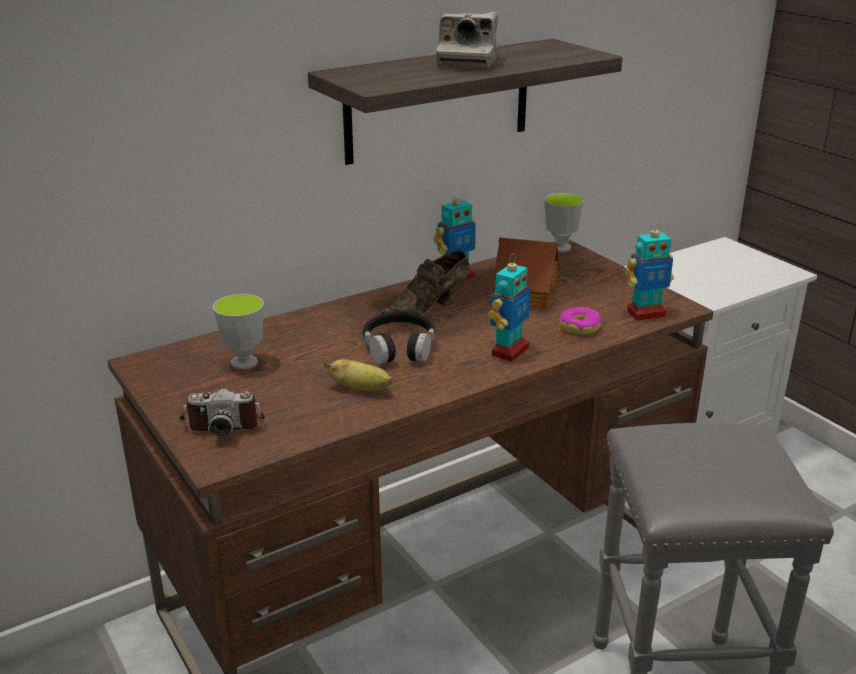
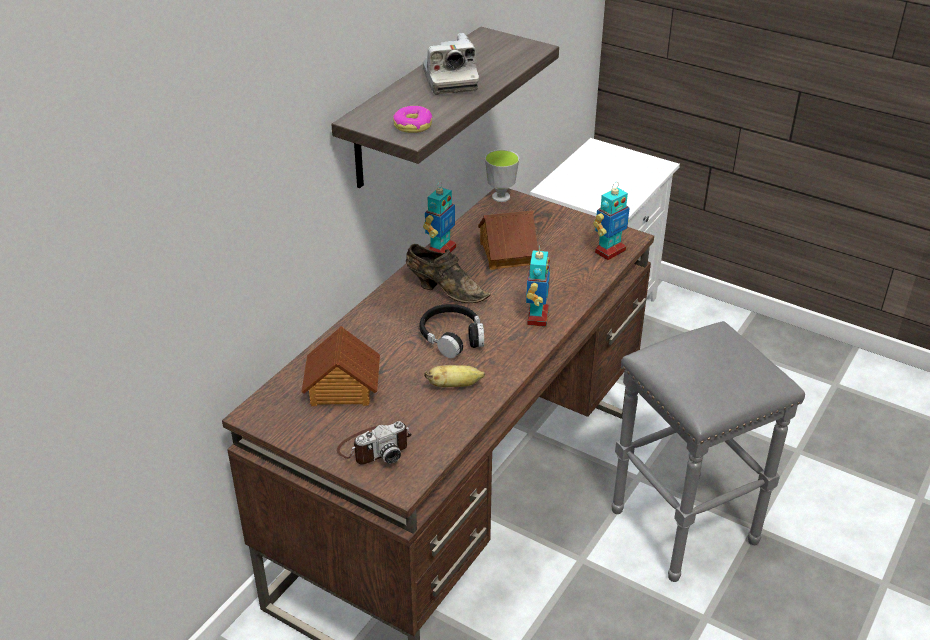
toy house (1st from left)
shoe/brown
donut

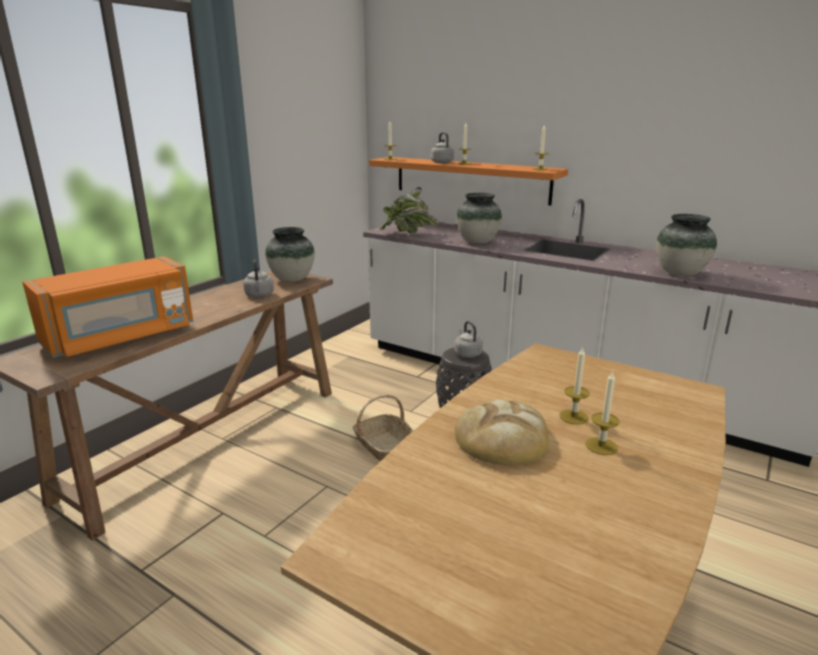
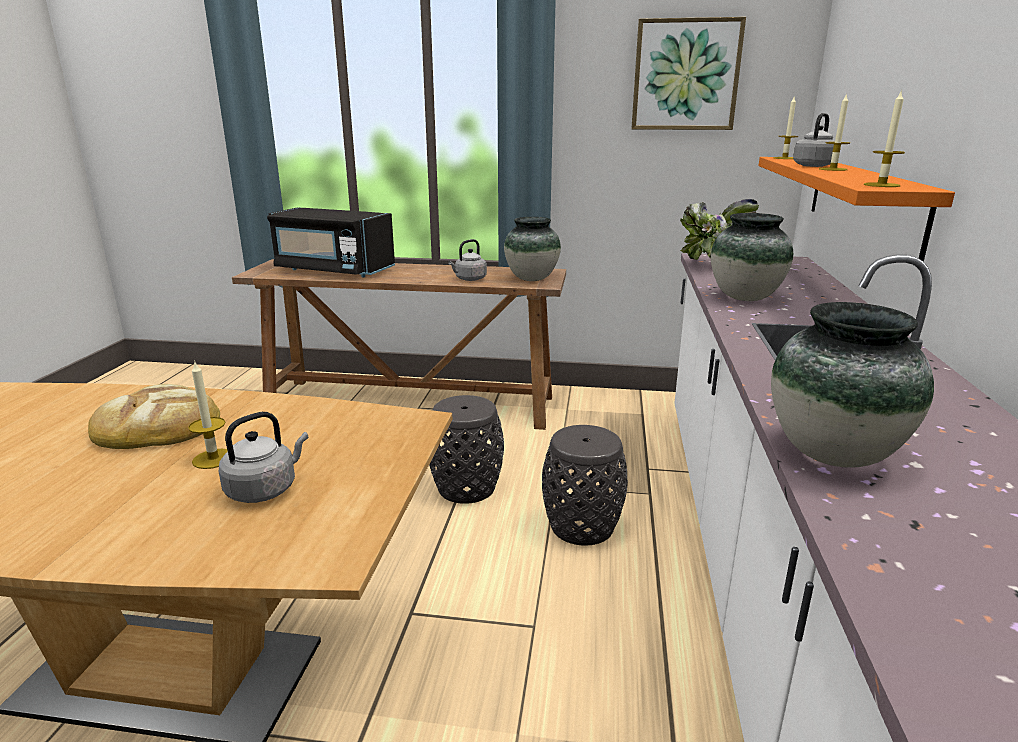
microwave/black
stool/grey (1st from left)
kettle/grey (1st from left)
candle (5th from left in the first image)
picture

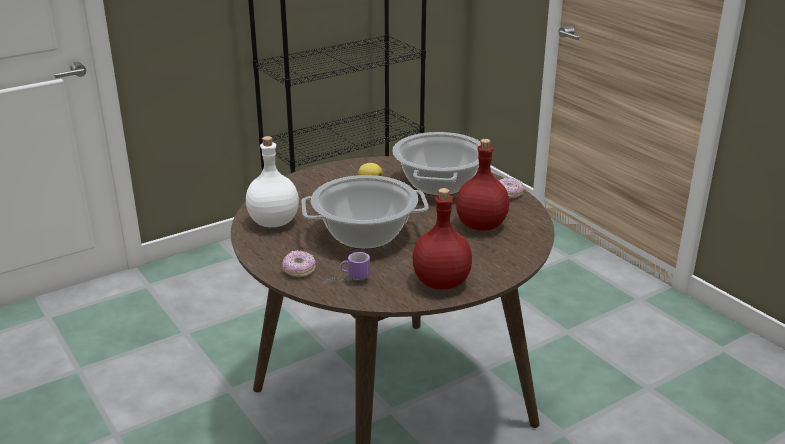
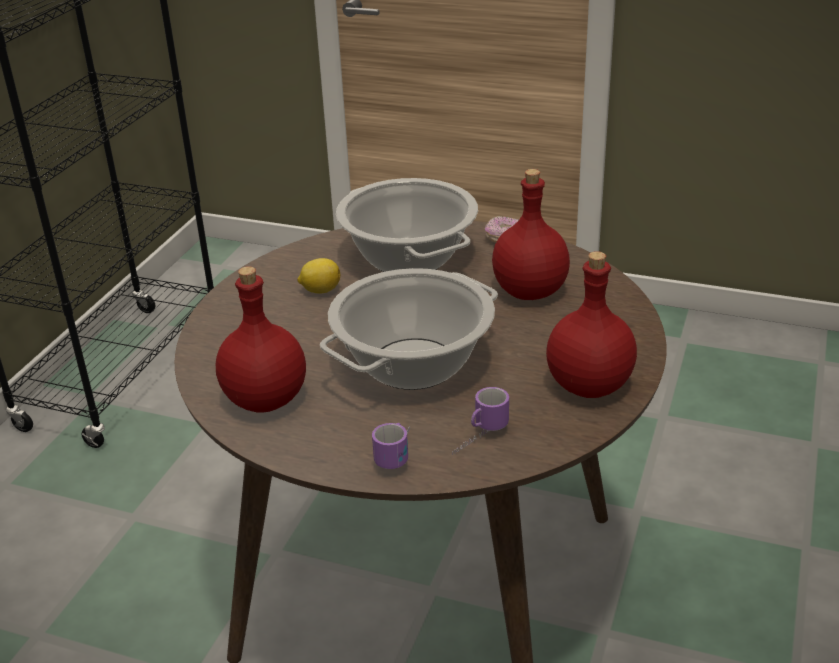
bottle/red (1st from left)
mug (1st from left)

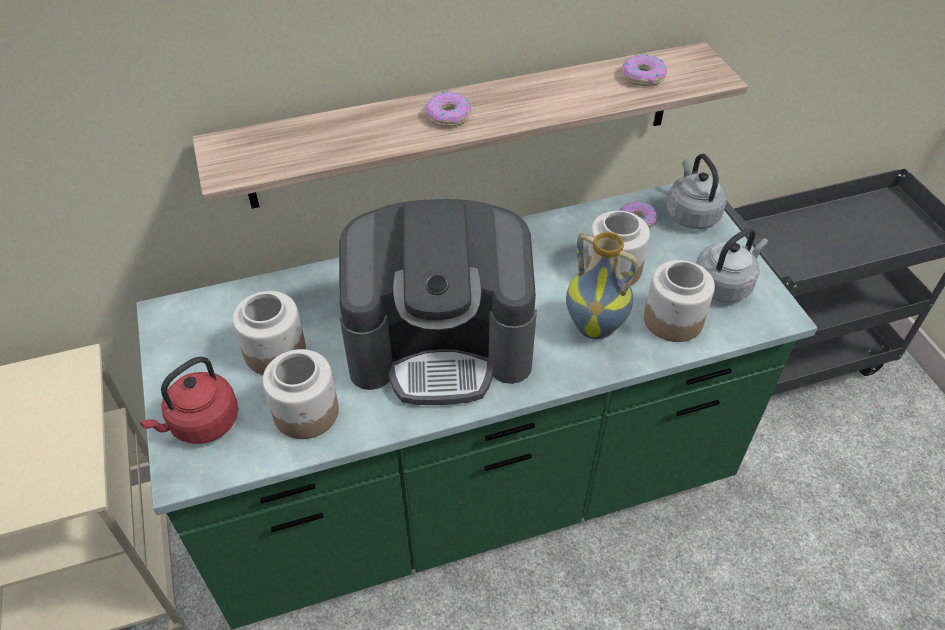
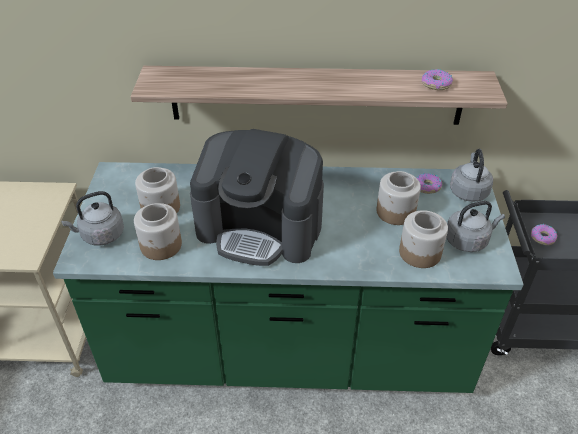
kettle/grey (1st from left)
donut (3rd from left)
vase

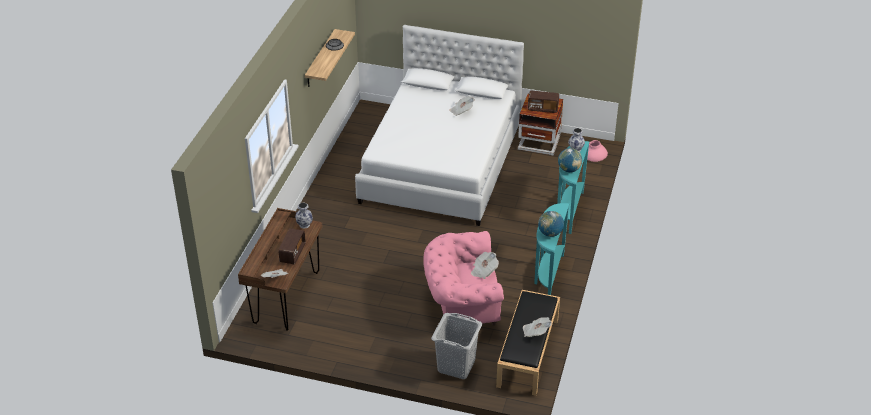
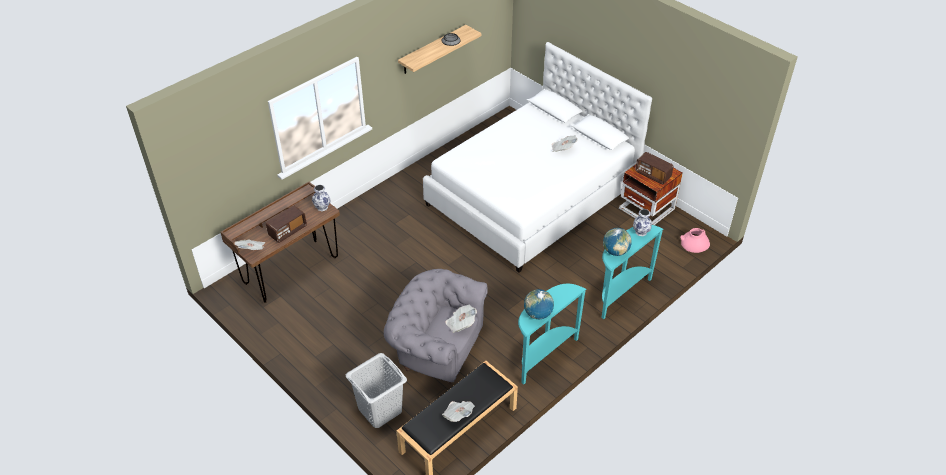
armchair/grey

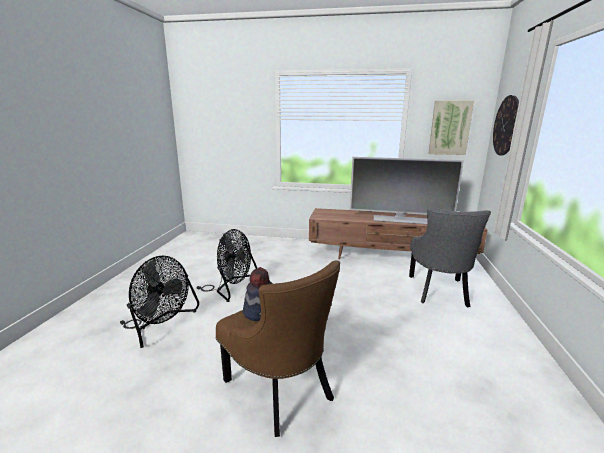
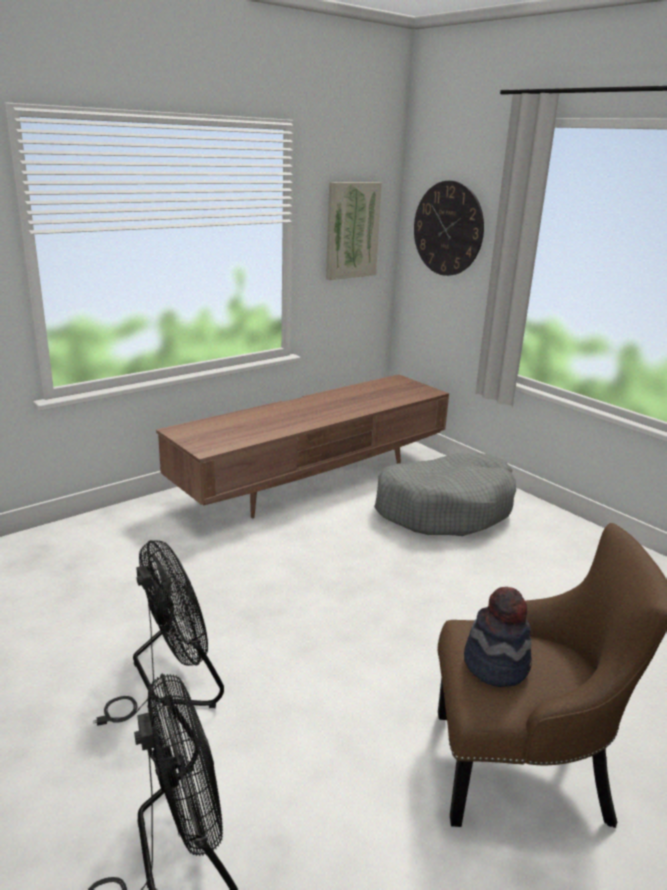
television
dog bed/grey

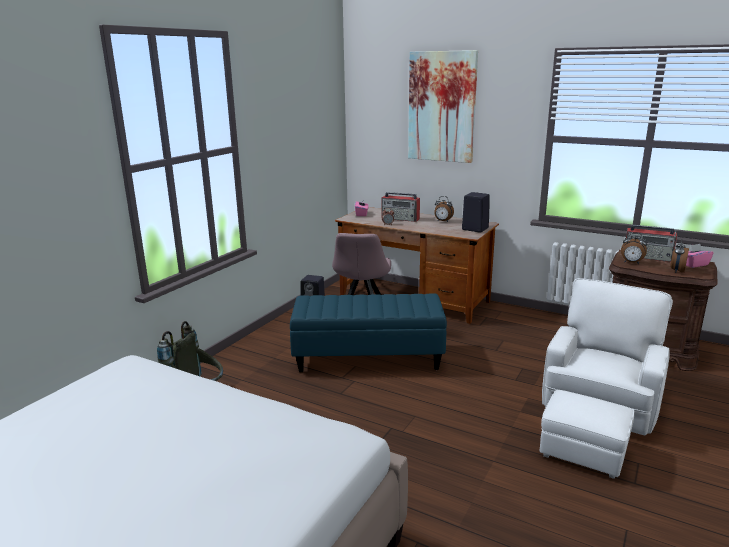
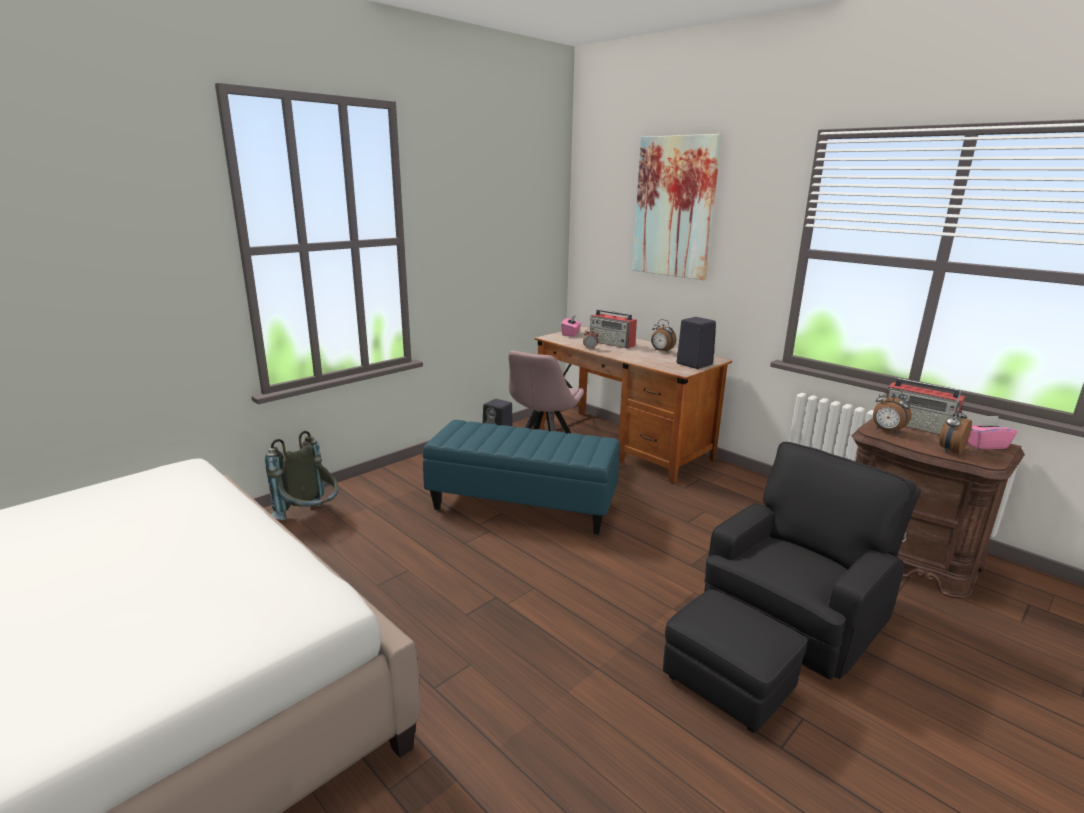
armchair/black

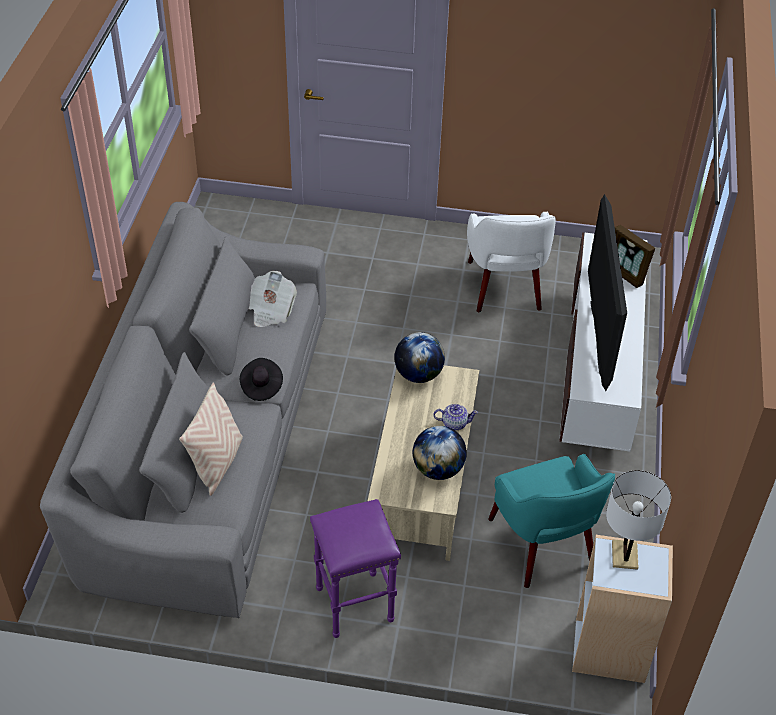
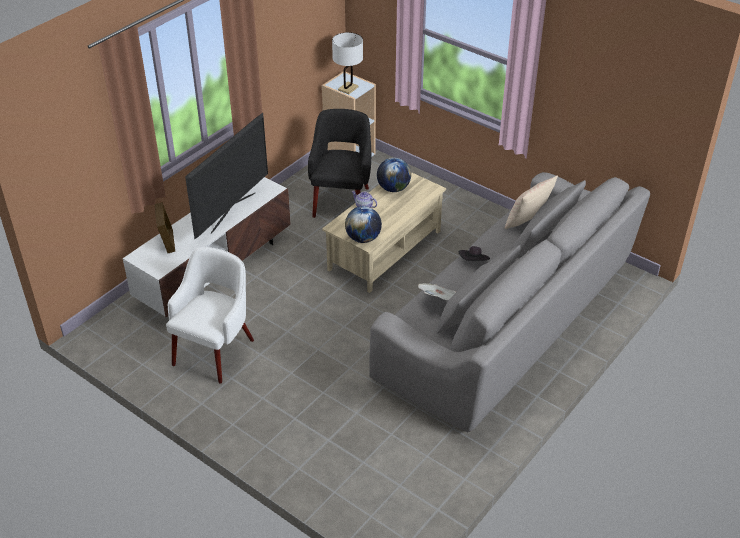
stool/purple
armchair/black

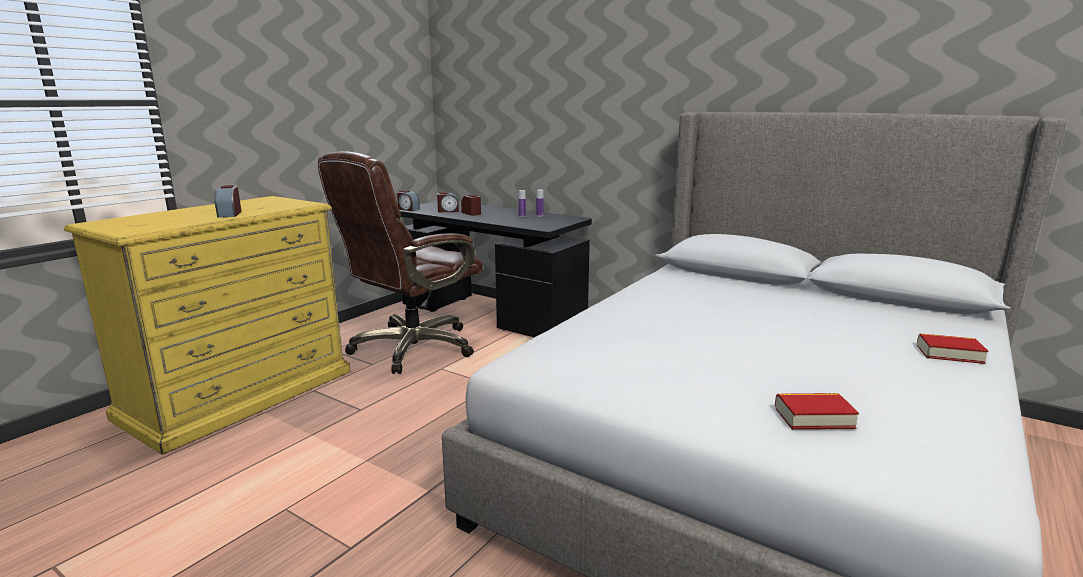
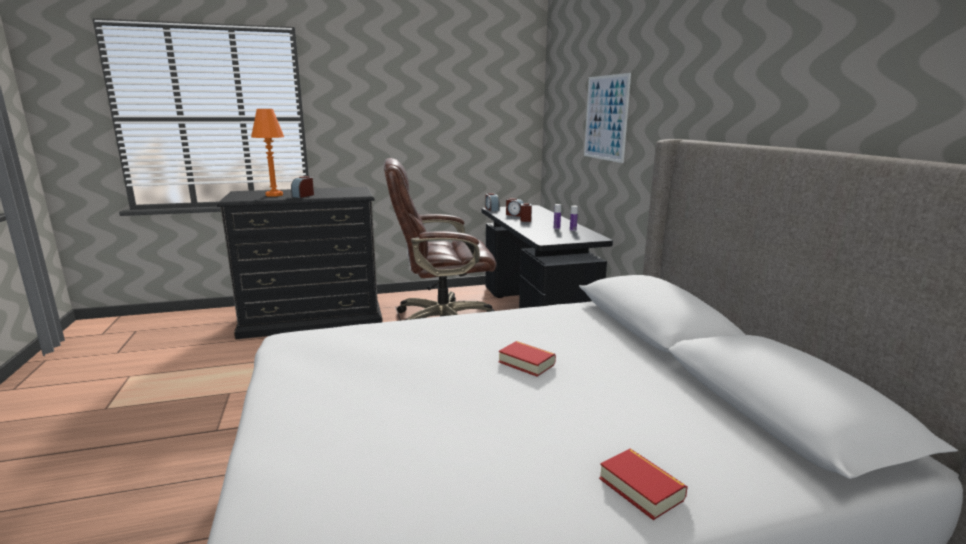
dresser/black
book (1st from left)
table lamp/orange
picture

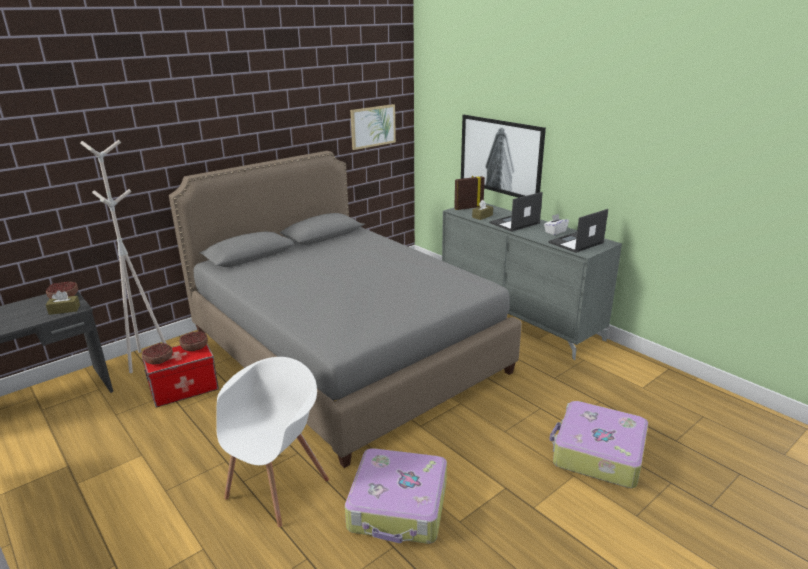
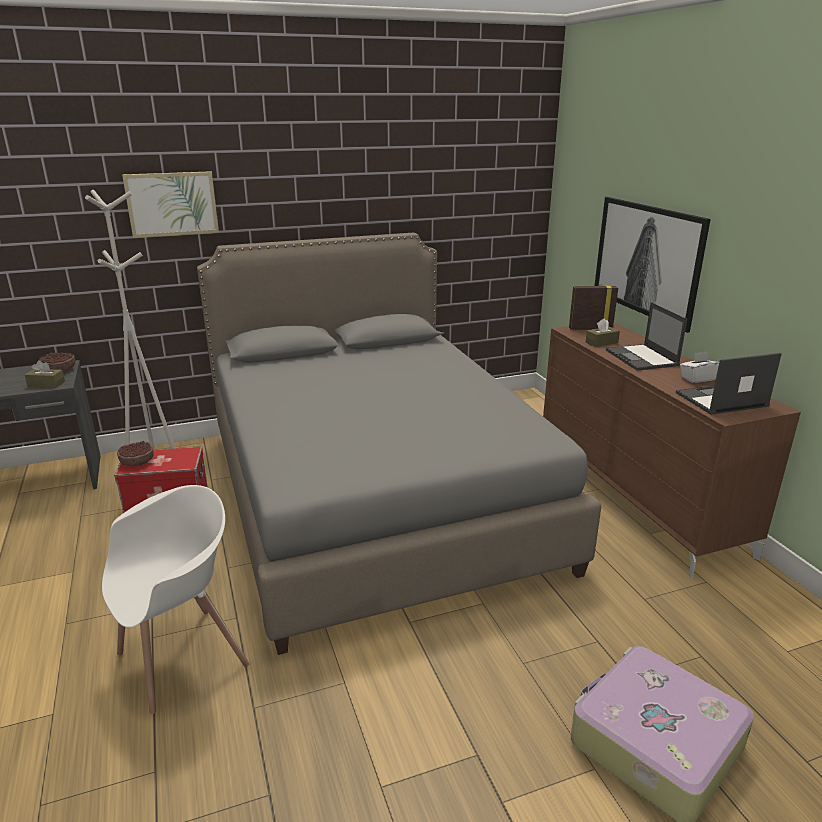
bowl (3rd from left in the first image)
suitcase (1st from left in the first image)
picture (1st from left)
dresser/brown
laptop (1st from left)

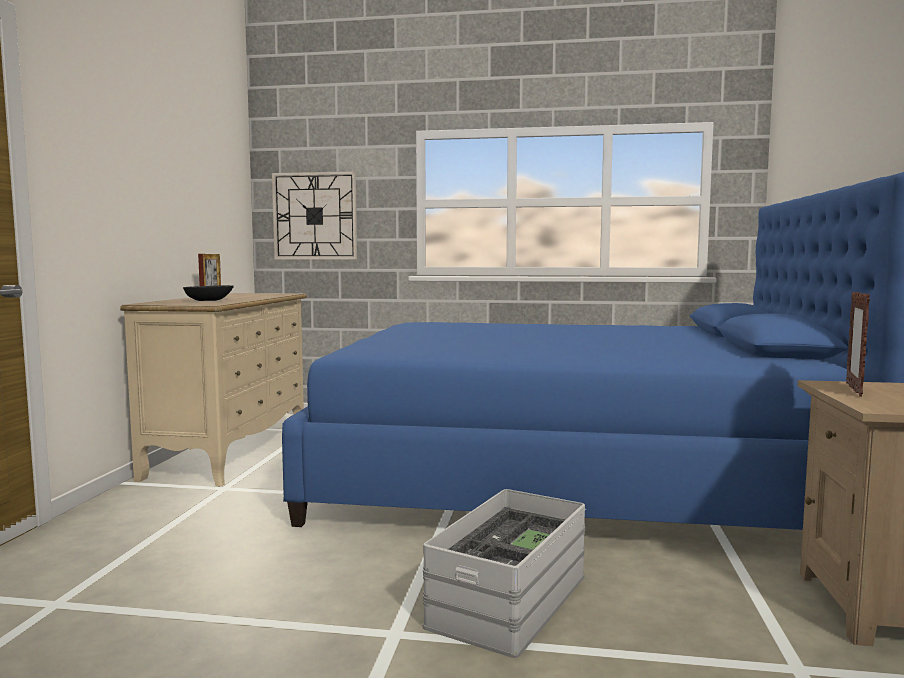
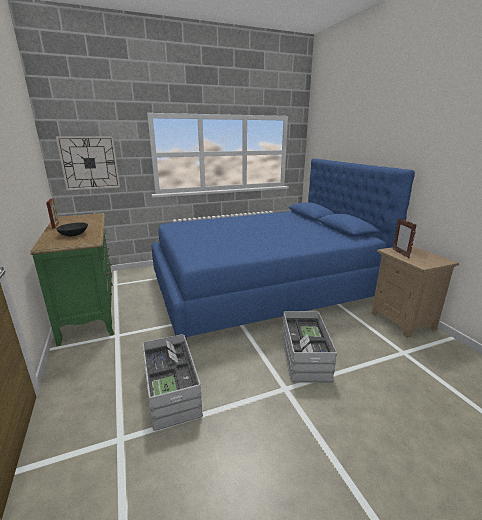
dresser/green
storage box/grey (1st from left)

